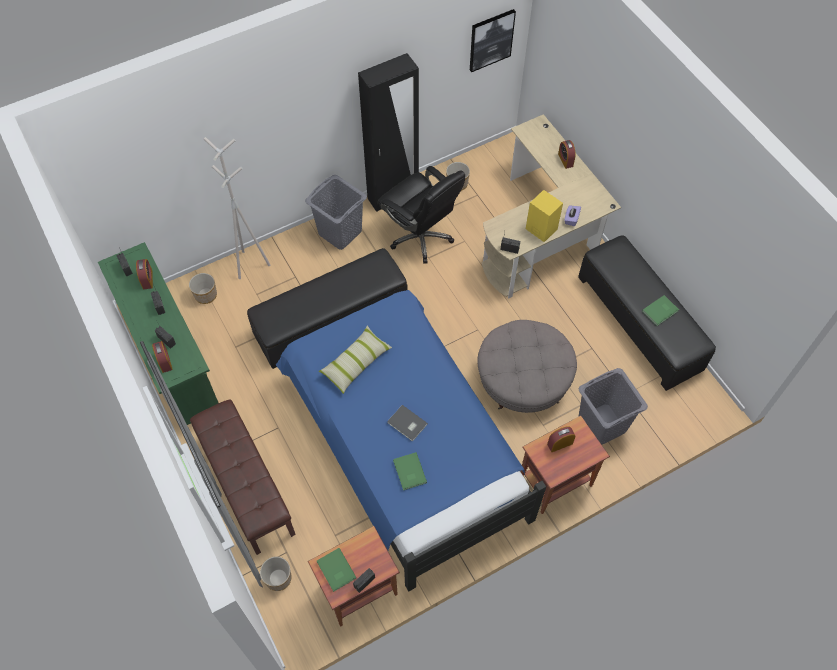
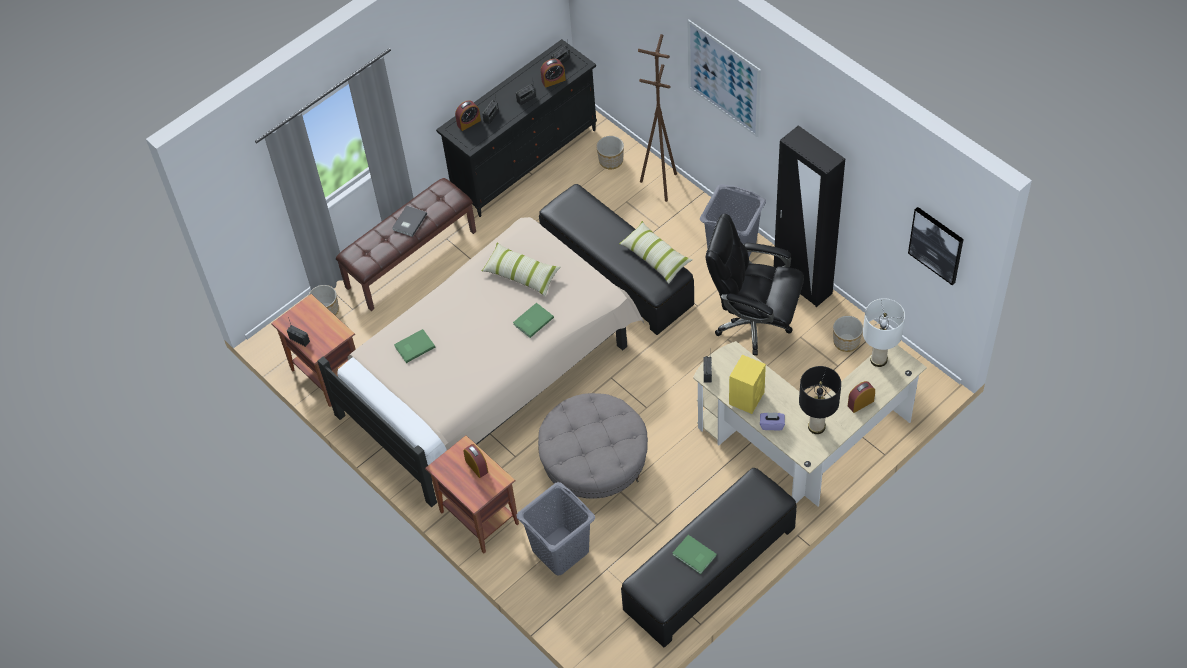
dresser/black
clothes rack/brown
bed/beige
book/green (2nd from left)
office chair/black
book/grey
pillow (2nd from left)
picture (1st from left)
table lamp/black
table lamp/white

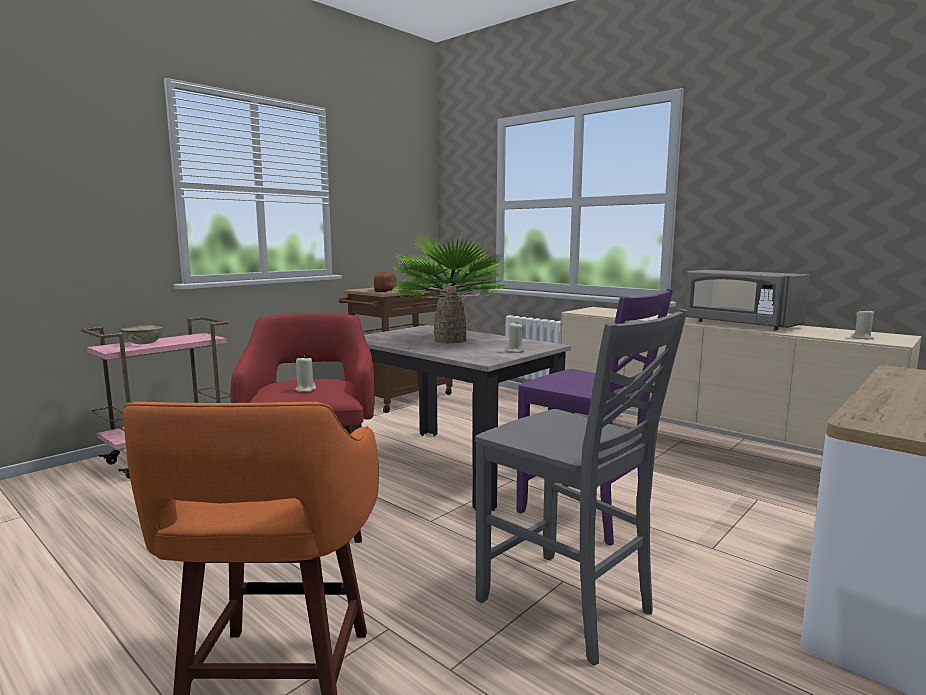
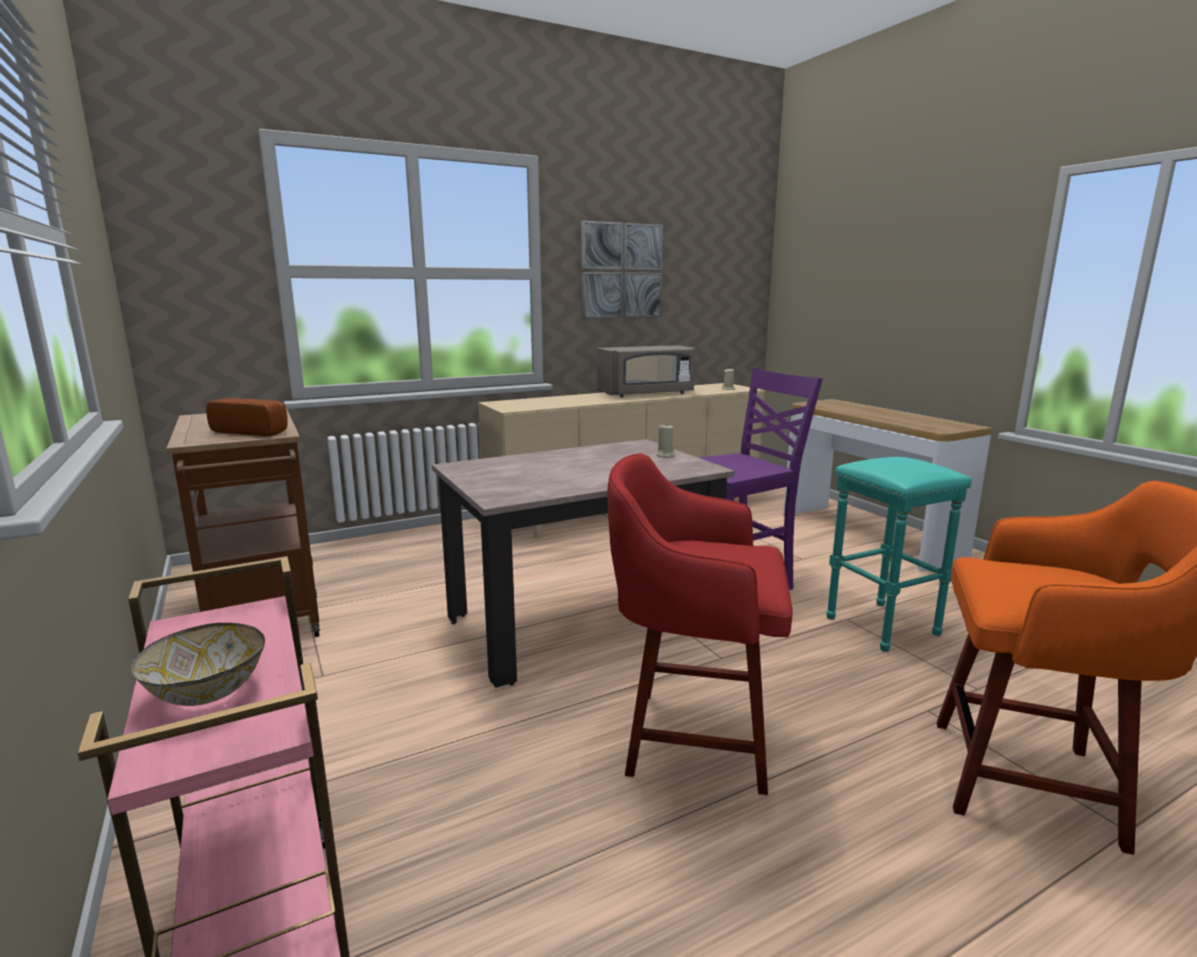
candle/beige (1st from left in the first image)
potted plant
stool/turquoise
picture

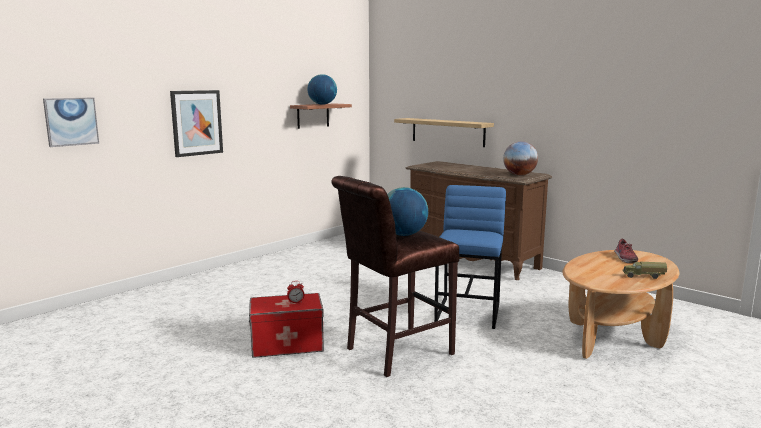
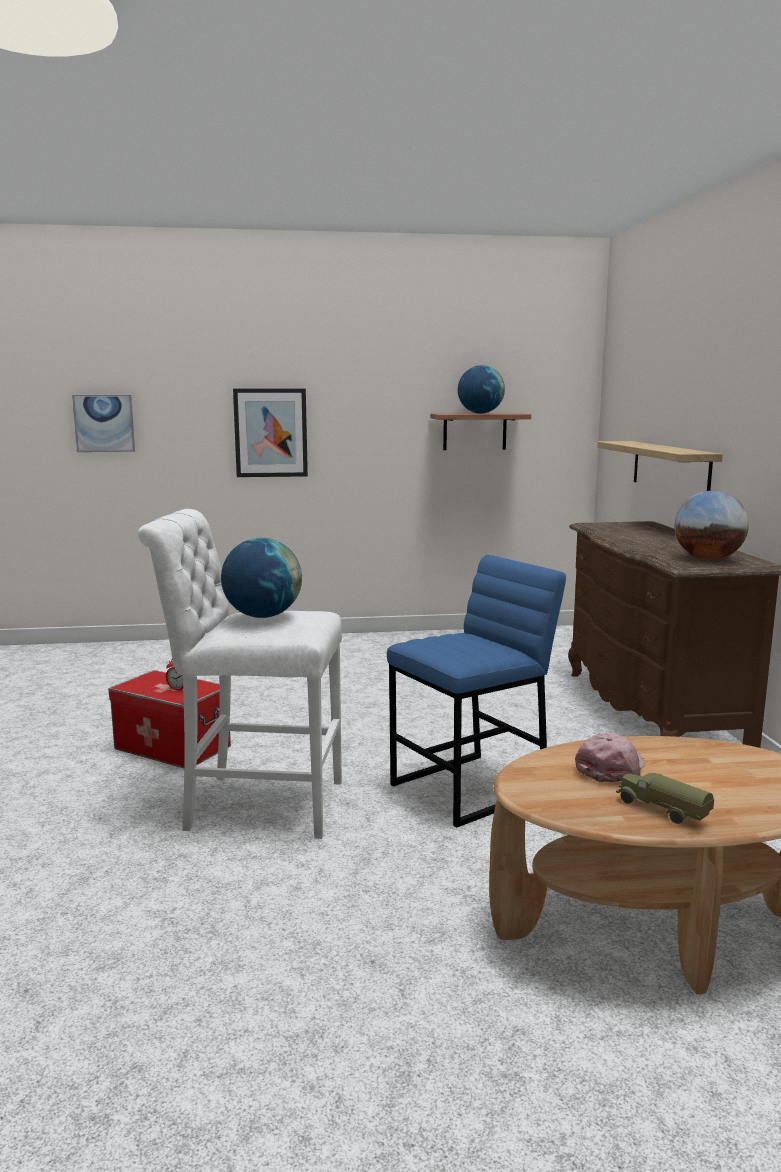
stool/white
shoe
cap/pink

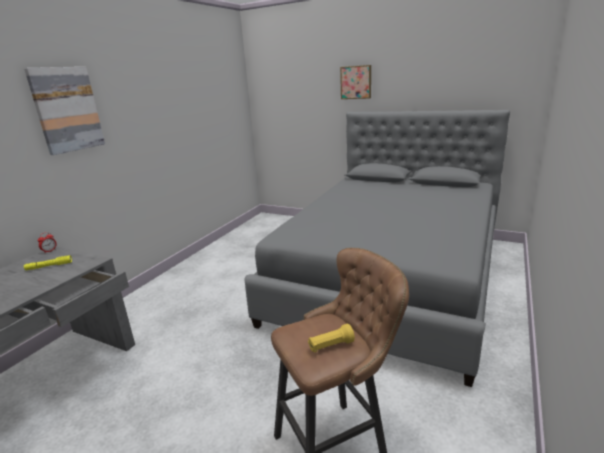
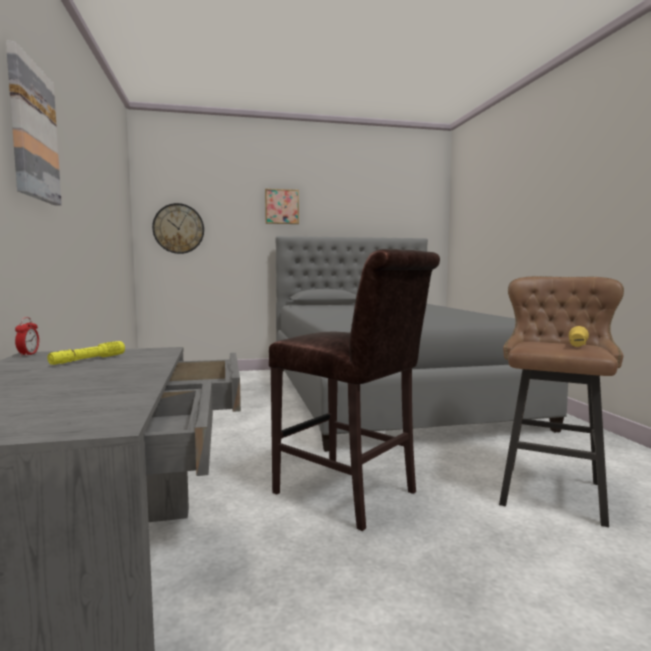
wall clock
stool/brown (1st from left)

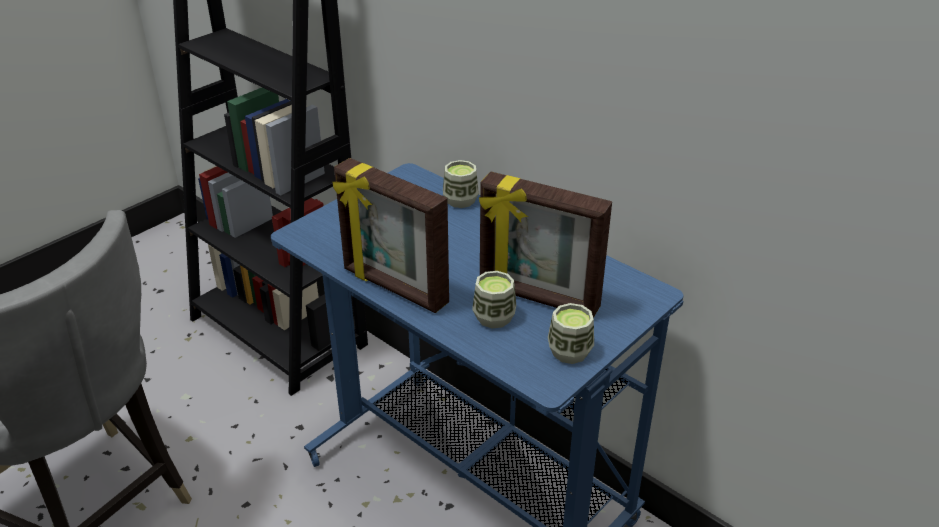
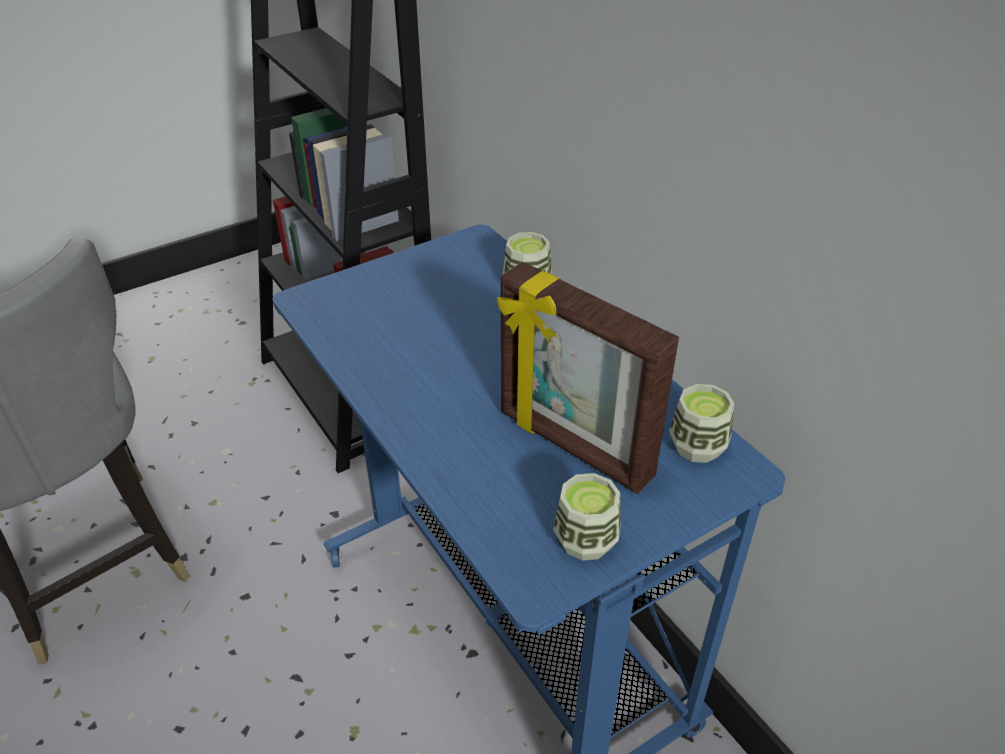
picture frame (1st from left in the first image)
cup (3rd from left)

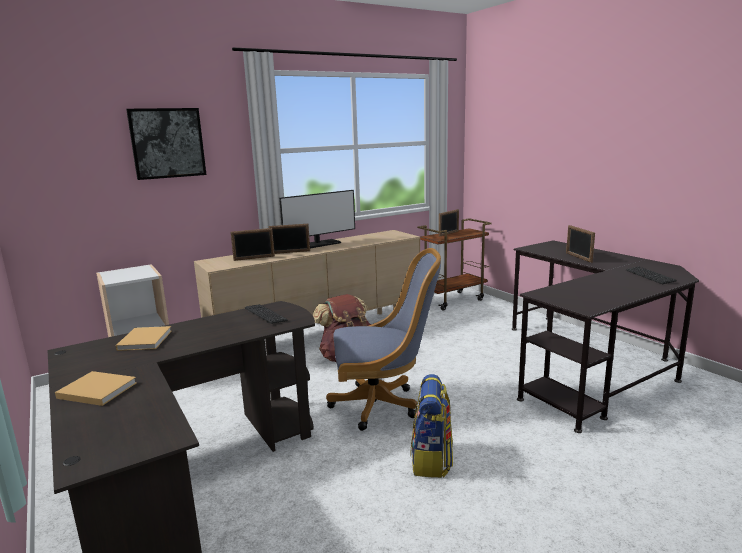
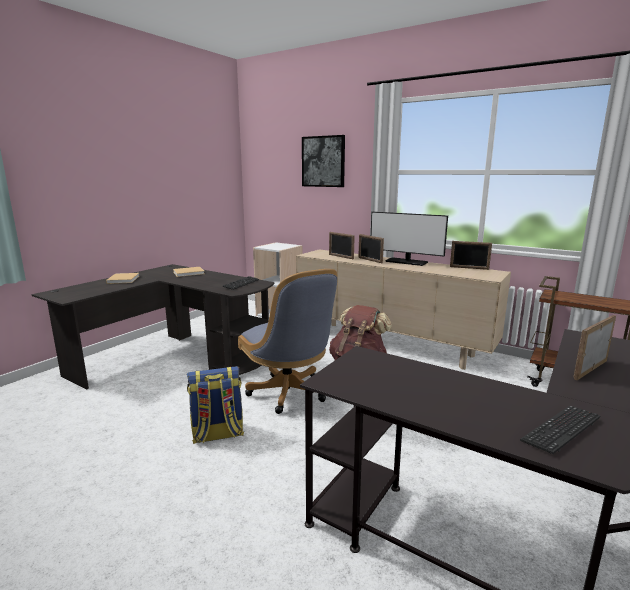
picture frame (3rd from left)

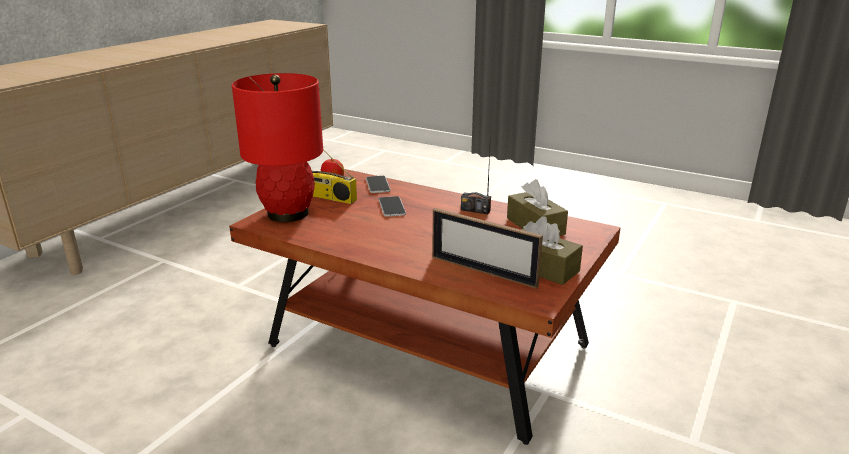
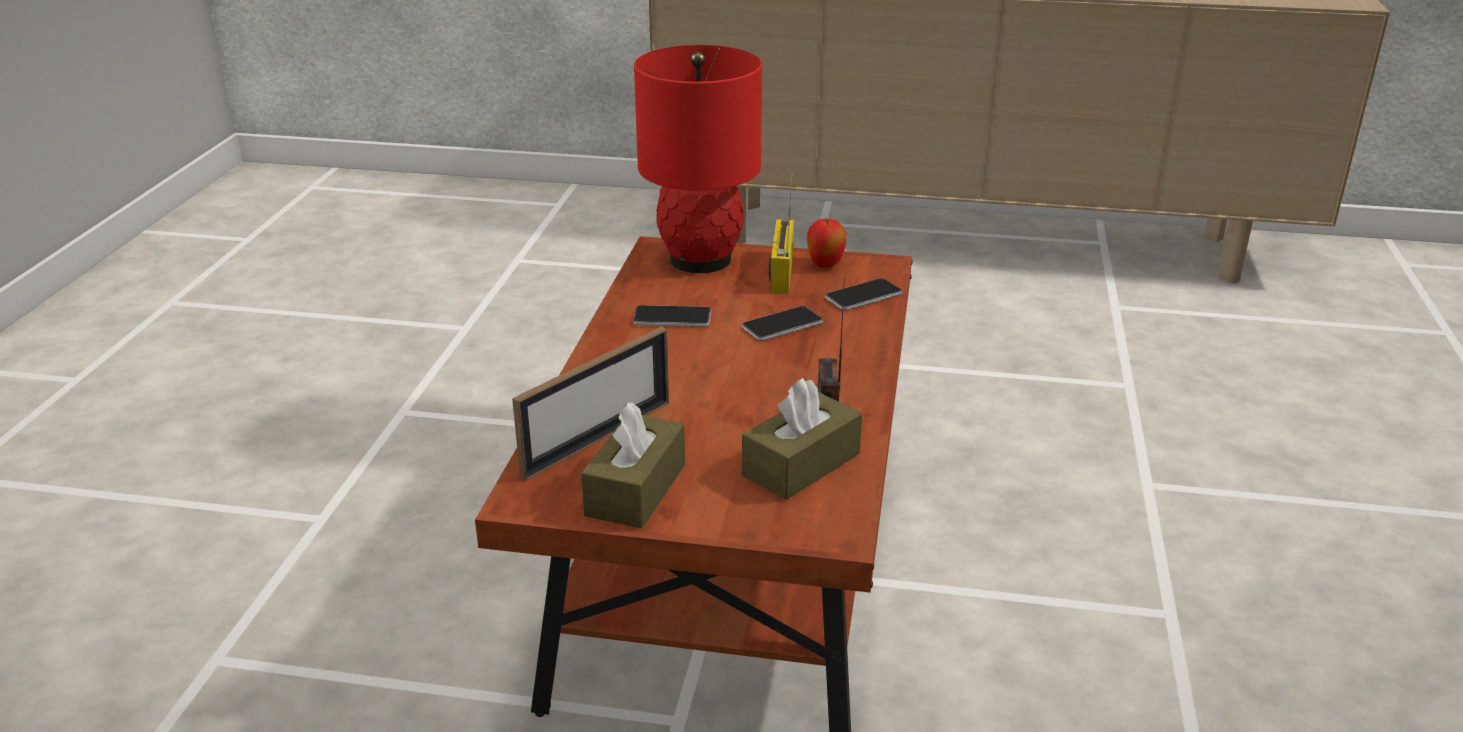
picture frame
phone (1st from left)

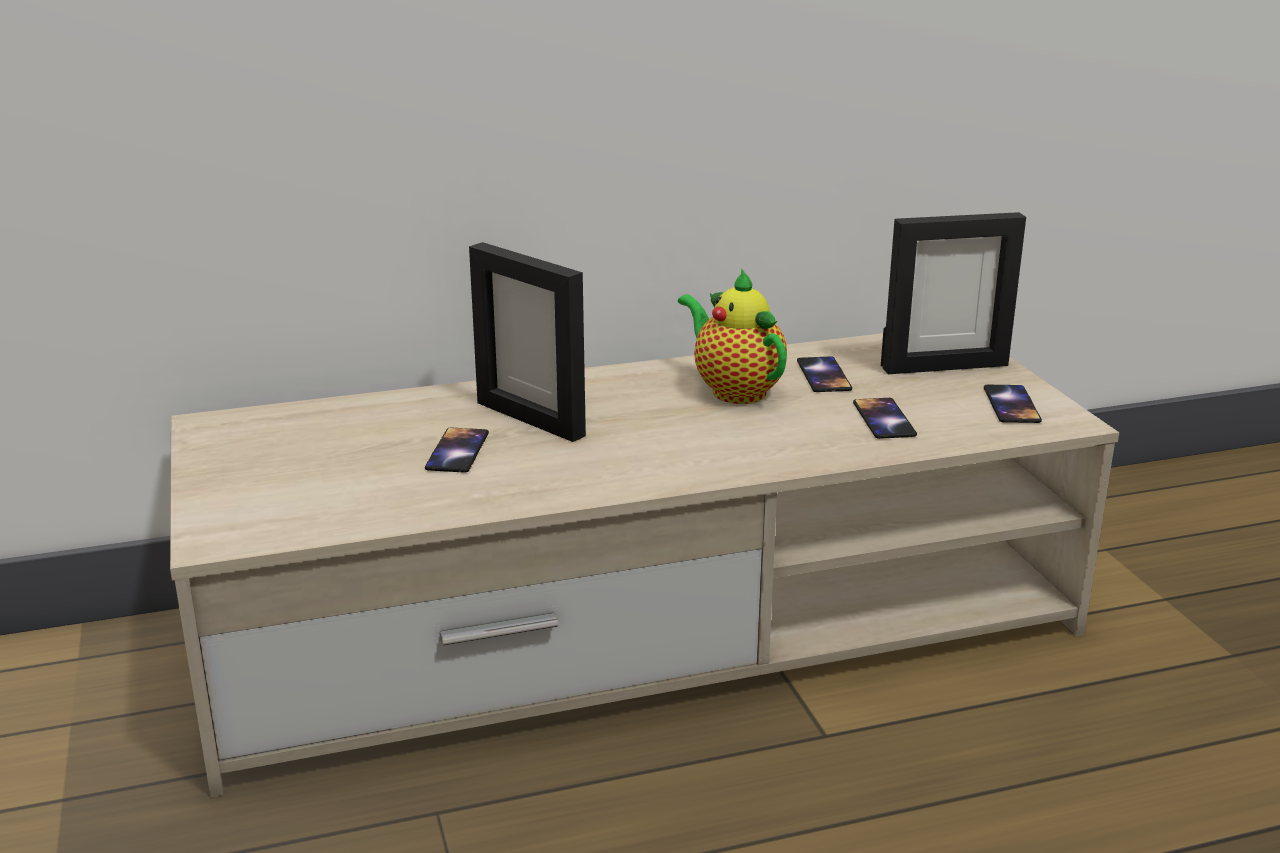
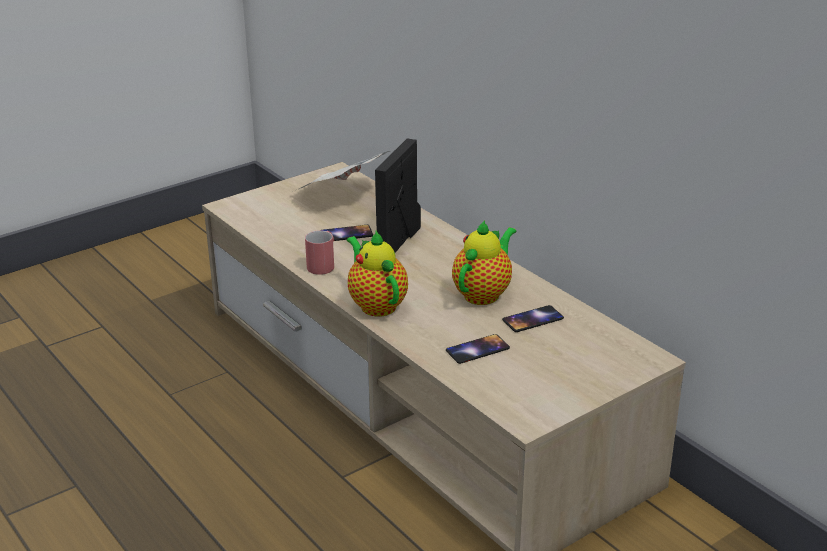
picture frame (2nd from left in the first image)
phone (4th from left in the first image)
newspaper
mug/red
teapot (1st from left)

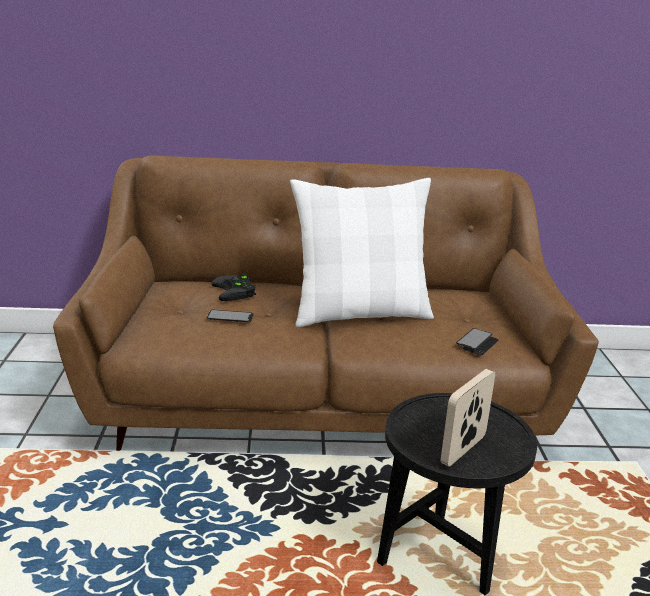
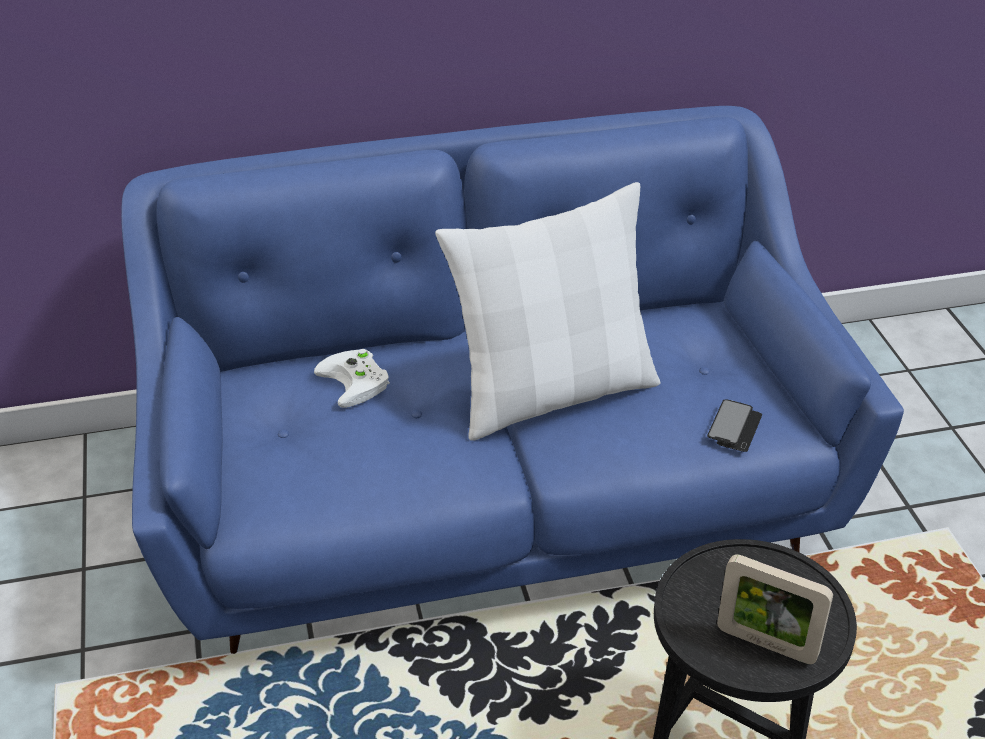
sofa/blue
phone (1st from left in the first image)
game controller/white
picture frame

